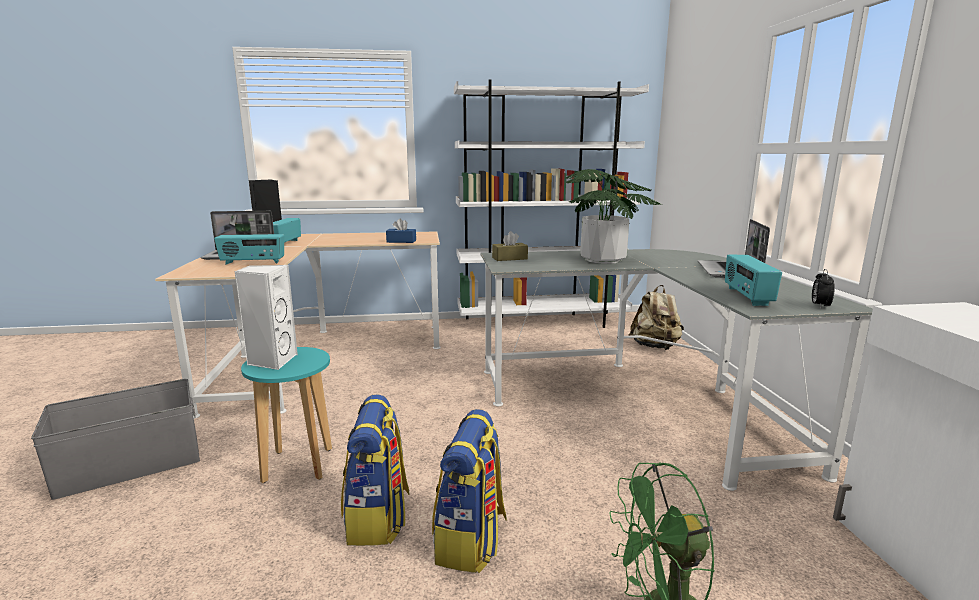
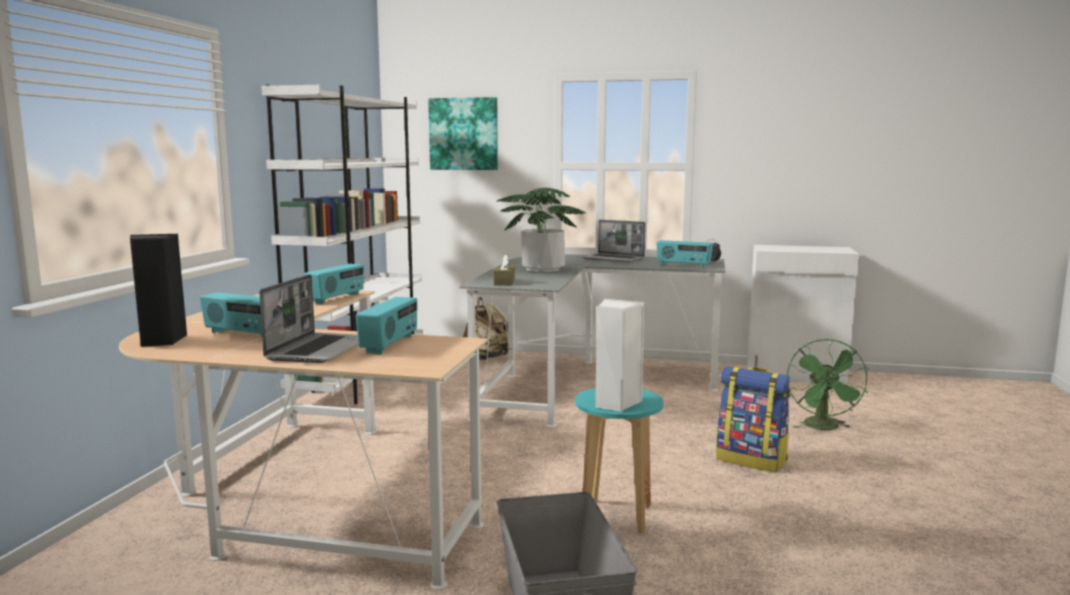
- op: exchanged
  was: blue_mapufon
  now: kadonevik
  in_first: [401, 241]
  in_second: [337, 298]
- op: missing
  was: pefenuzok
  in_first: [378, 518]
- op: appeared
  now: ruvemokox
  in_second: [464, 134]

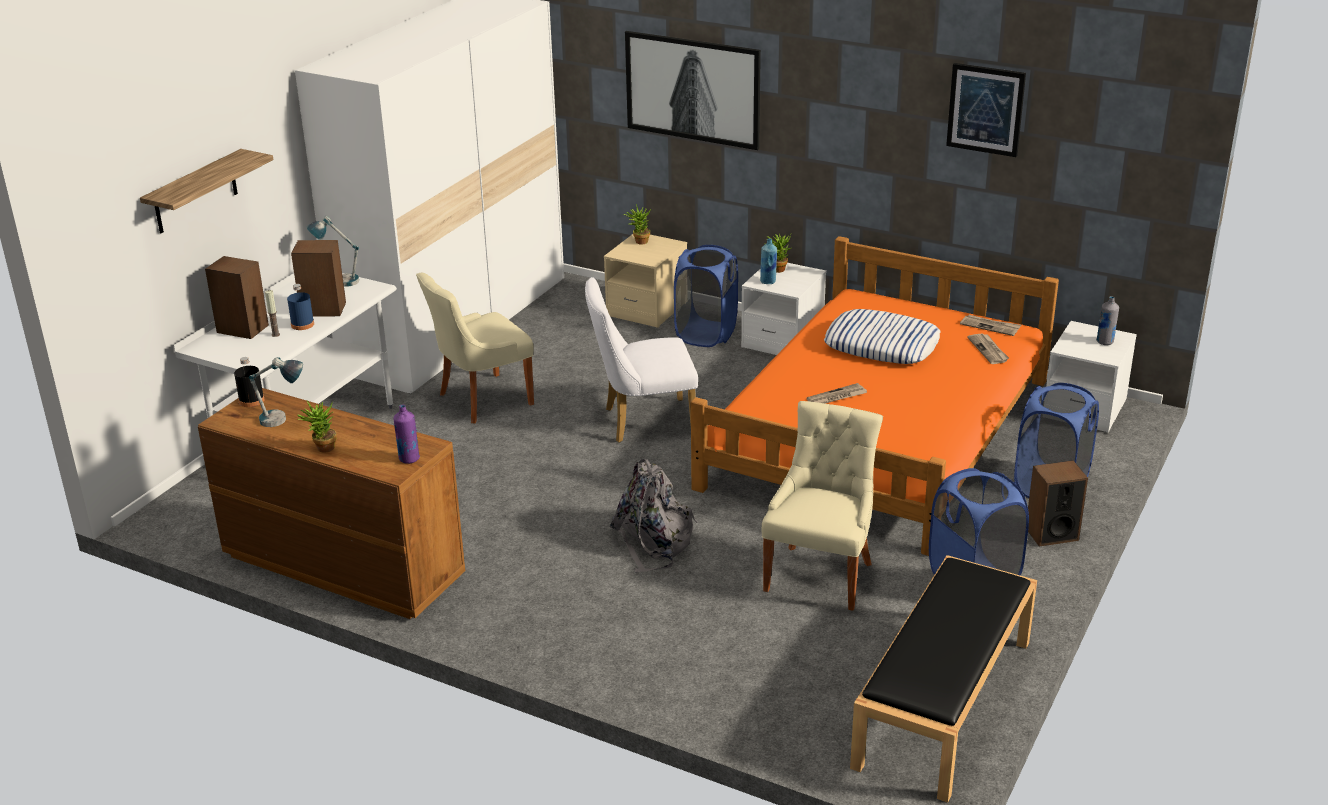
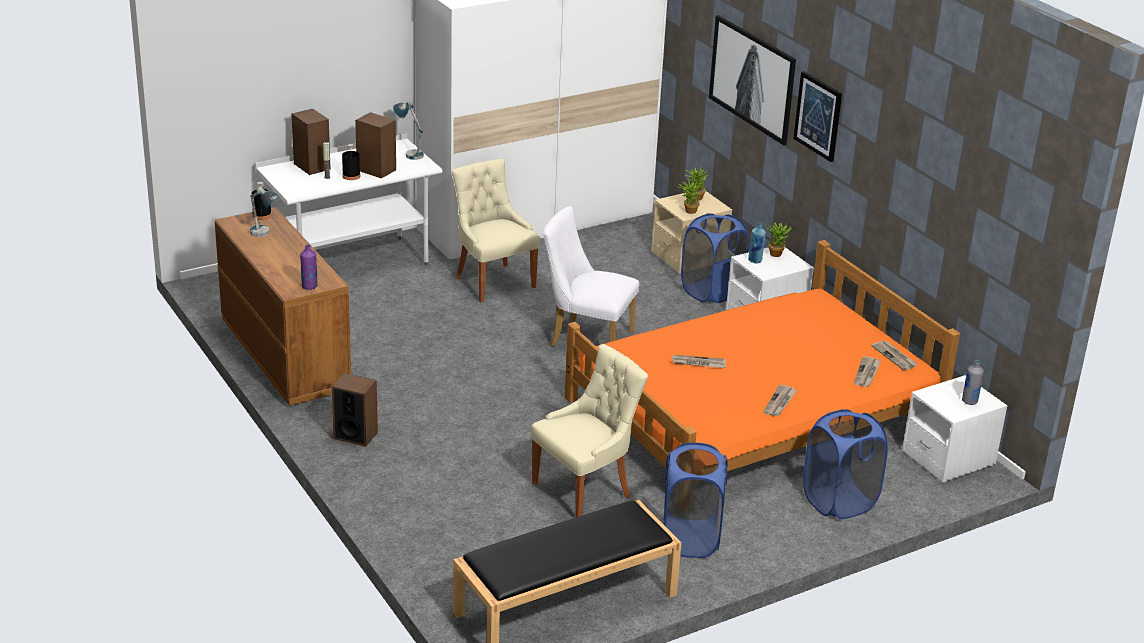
- op: relocated
  was: ruvemokox
  in_first: [985, 109]
  in_second: [818, 116]
- op: missing
  was: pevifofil
  in_first: [195, 192]
- op: spun
  was: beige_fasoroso
  in_first: [482, 400]
  in_second: [493, 281]
  clockwise: 60
- op: colour
  was: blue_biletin
  now: black_biletin
  in_first: [302, 324]
  in_second: [351, 176]
- op: missing
  was: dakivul
  in_first: [881, 345]
- op: relocated
  was: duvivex
  in_first: [322, 449]
  in_second: [688, 211]
- op: missing
  was: grey_pefenuzok
  in_first: [653, 542]
- op: relocated
  was: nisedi
  in_first: [1051, 534]
  in_second: [355, 435]
- op: appeared
  now: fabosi
  in_second: [780, 402]

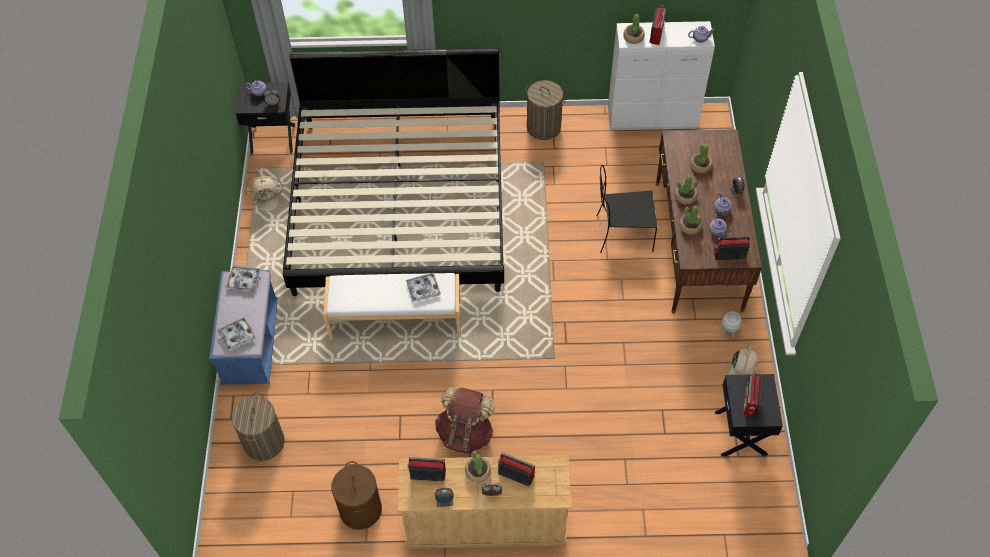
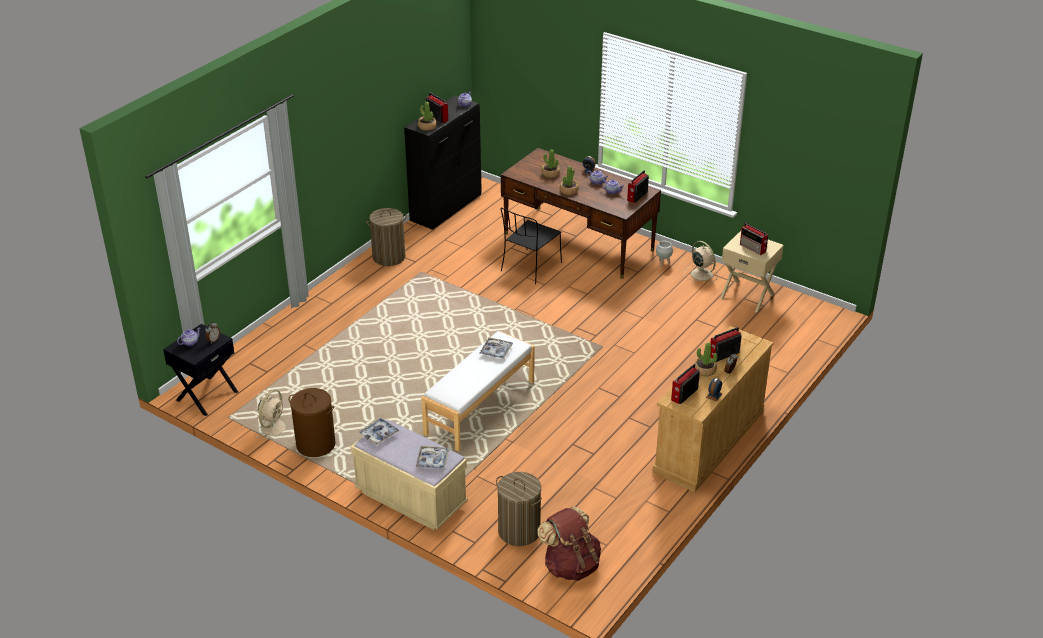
- op: colour
  was: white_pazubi
  now: black_pazubi
  in_first: [652, 119]
  in_second: [446, 208]
- op: missing
  was: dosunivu
  in_first: [399, 203]
- op: missing
  was: duvivex
  in_first: [690, 226]
- op: colour
  was: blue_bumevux
  now: beige_bumevux
  in_first: [251, 343]
  in_second: [411, 498]
- op: colour
  was: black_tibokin
  now: beige_tibokin
  in_first: [741, 433]
  in_second: [747, 296]
- op: relocated
  was: brown_pefenuzok
  in_first: [465, 433]
  in_second: [570, 565]
- op: relocated
  was: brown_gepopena
  in_first: [360, 510]
  in_second: [316, 444]

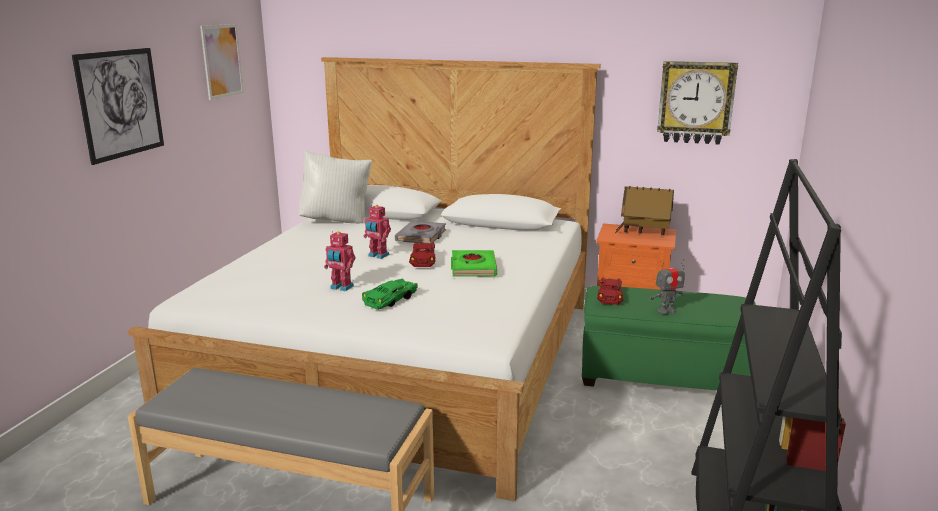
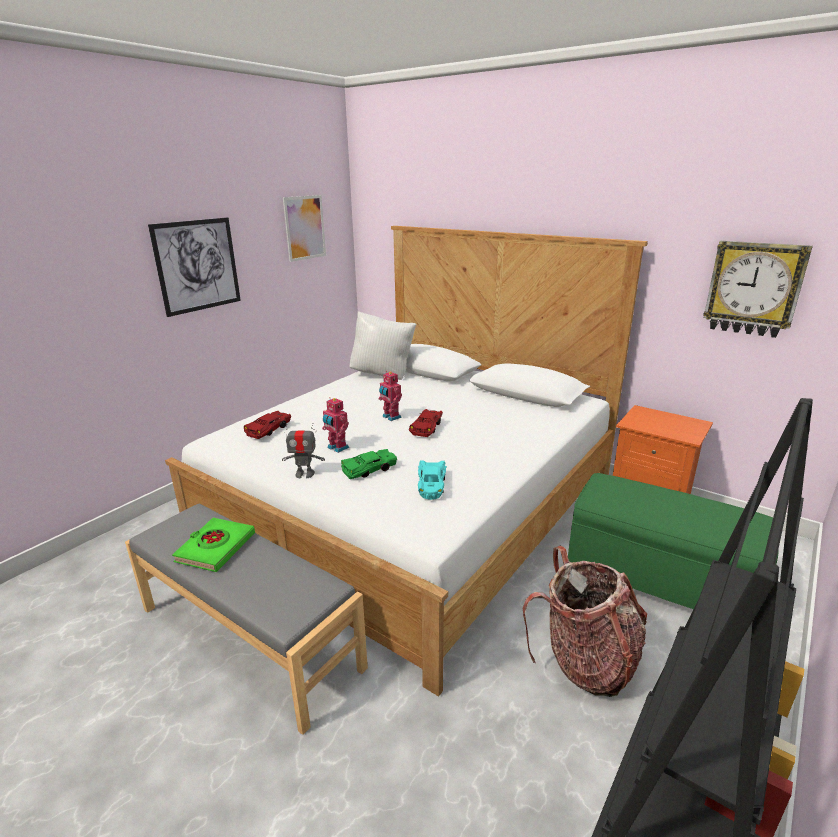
- op: missing
  was: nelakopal
  in_first: [644, 232]
- op: missing
  was: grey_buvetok
  in_first: [421, 236]
- op: relocated
  was: green_buvetok
  in_first: [473, 268]
  in_second: [215, 548]
- op: relocated
  was: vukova
  in_first: [666, 310]
  in_second: [304, 474]
- op: relocated
  was: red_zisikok
  in_first: [610, 296]
  in_second: [269, 429]
- op: appeared
  now: turquoise_zisikok
  in_second: [431, 485]
- op: appeared
  now: pefenuzok
  in_second: [585, 661]

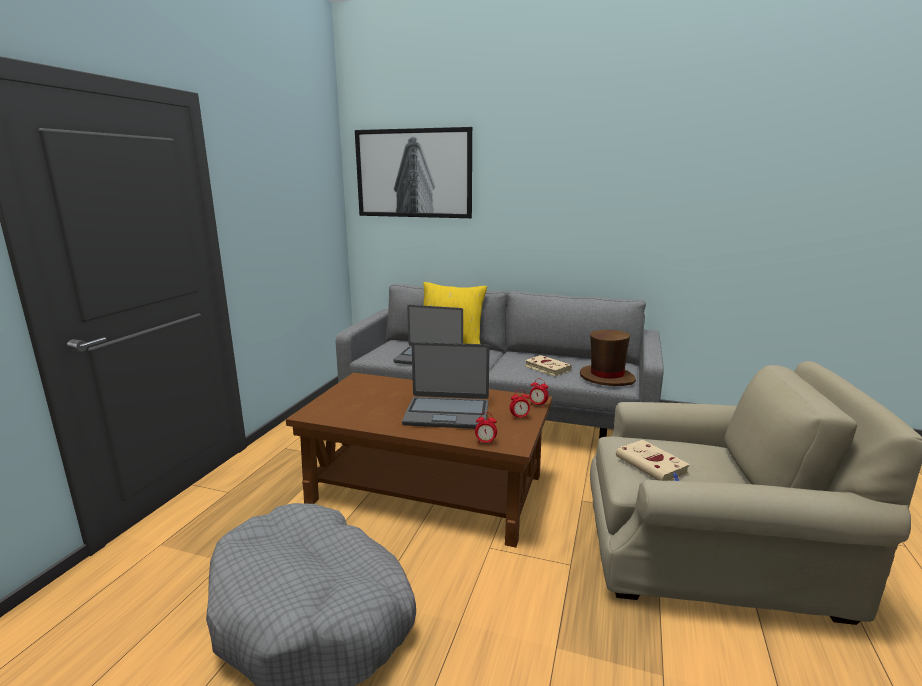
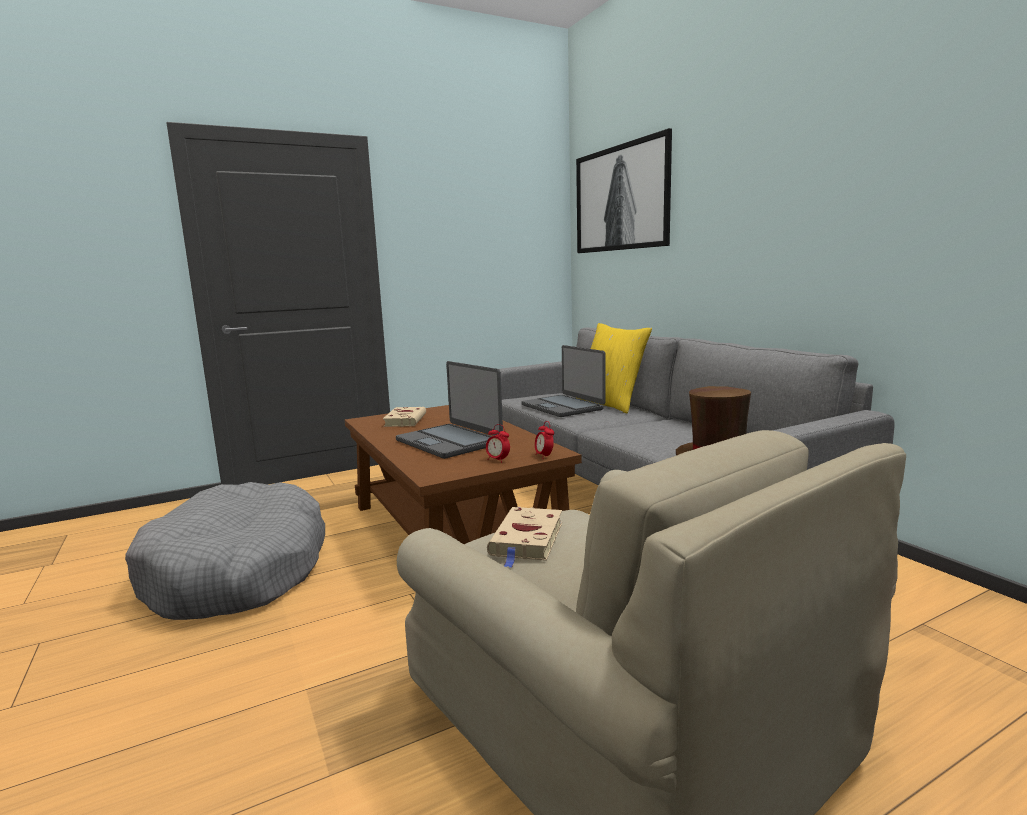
- op: relocated
  was: beige_buvetok
  in_first: [546, 368]
  in_second: [405, 420]
- op: missing
  was: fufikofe
  in_first: [485, 443]

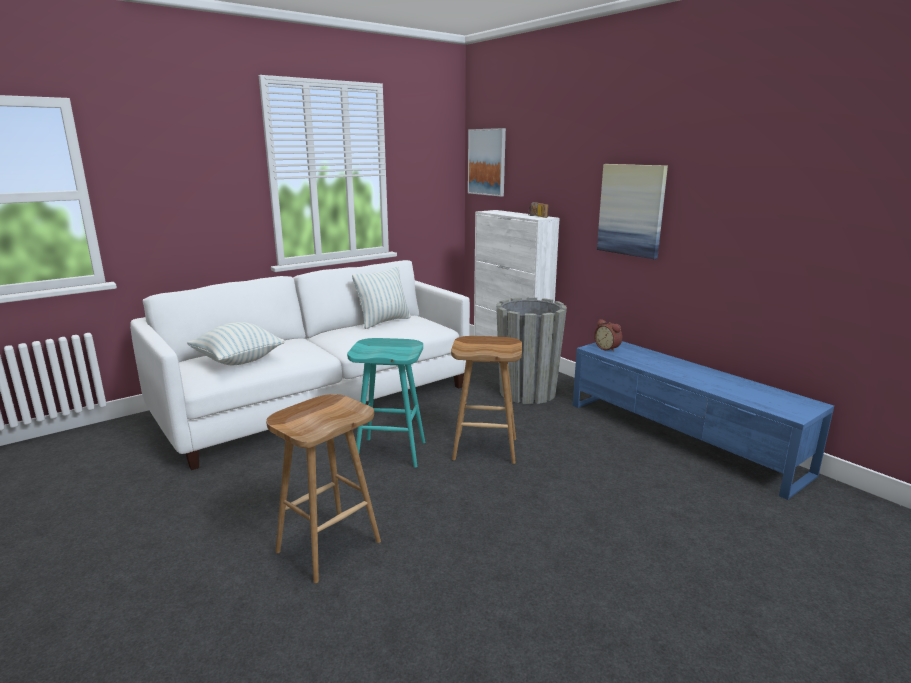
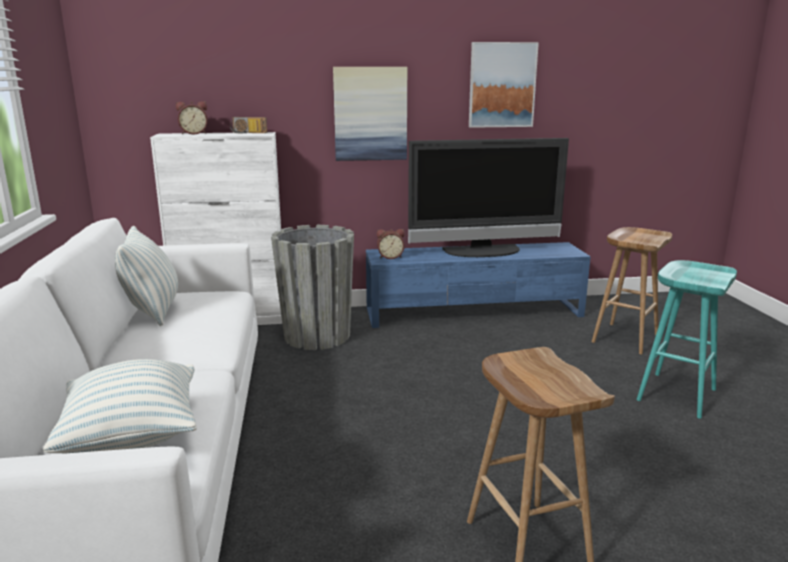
- op: relocated
  was: ruvemokox
  in_first: [487, 162]
  in_second: [502, 85]
- op: relocated
  was: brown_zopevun
  in_first: [486, 448]
  in_second: [624, 338]
- op: relocated
  was: turquoise_zopevun
  in_first: [392, 452]
  in_second: [676, 394]
- op: appeared
  now: fufikofe
  in_second: [194, 133]
- op: appeared
  now: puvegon
  in_second: [483, 251]

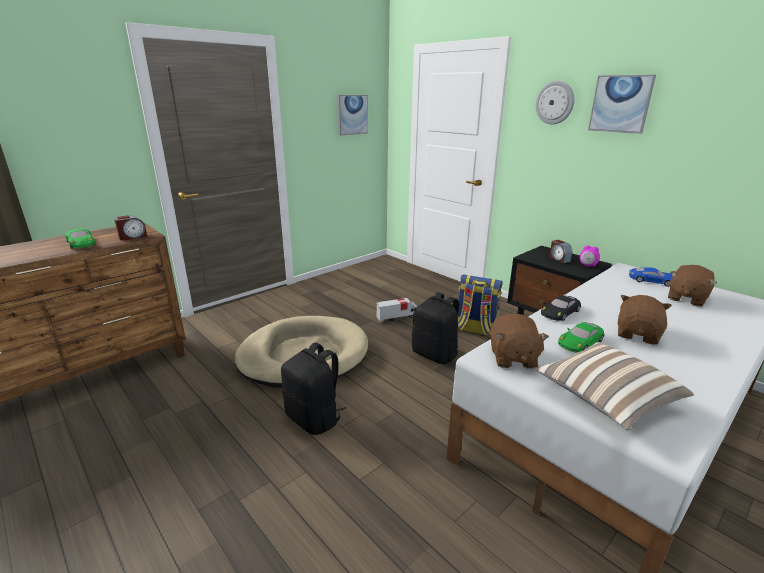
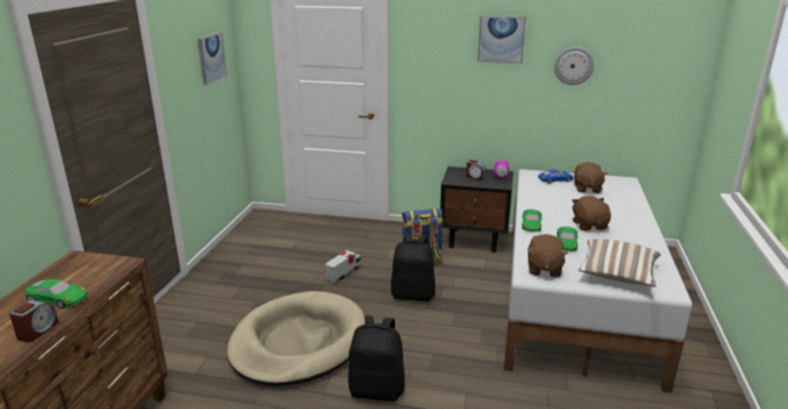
- op: relocated
  was: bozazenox
  in_first: [555, 102]
  in_second: [574, 65]
- op: relocated
  was: fufikofe
  in_first: [133, 237]
  in_second: [37, 331]
- op: colour
  was: black_zisikok
  now: green_zisikok
  in_first: [560, 312]
  in_second: [531, 224]
- op: spun
  was: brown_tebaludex
  in_first: [512, 358]
  in_second: [544, 269]
  clockwise: 45

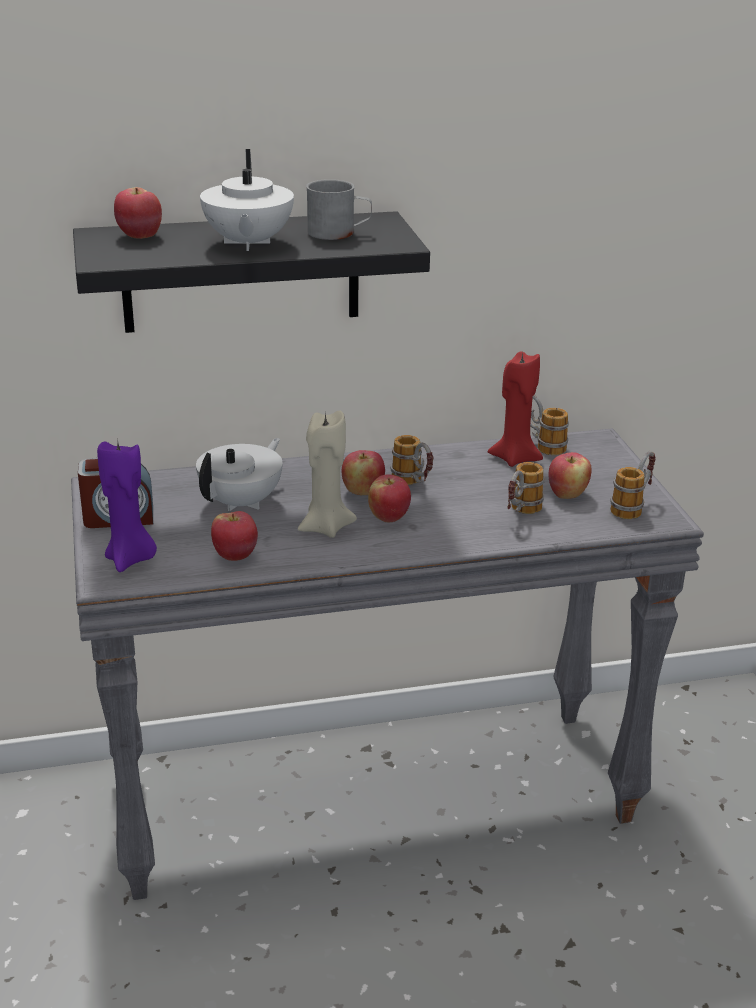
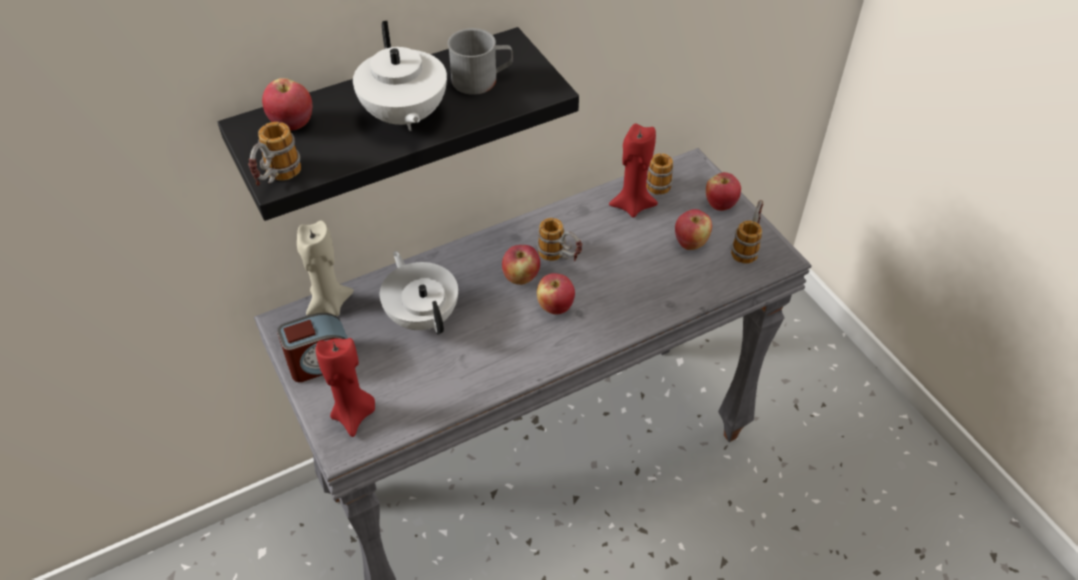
- op: relocated
  was: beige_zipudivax
  in_first: [325, 527]
  in_second: [328, 303]
- op: colour
  was: purple_zipudivax
  now: red_zipudivax
  in_first: [130, 559]
  in_second: [354, 414]
- op: spun
  was: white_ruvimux
  in_first: [242, 502]
  in_second: [422, 315]
  clockwise: -45
- op: relocated
  was: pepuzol
  in_first: [520, 513]
  in_second: [277, 180]
- op: relocated
  was: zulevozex
  in_first: [235, 556]
  in_second: [720, 204]

